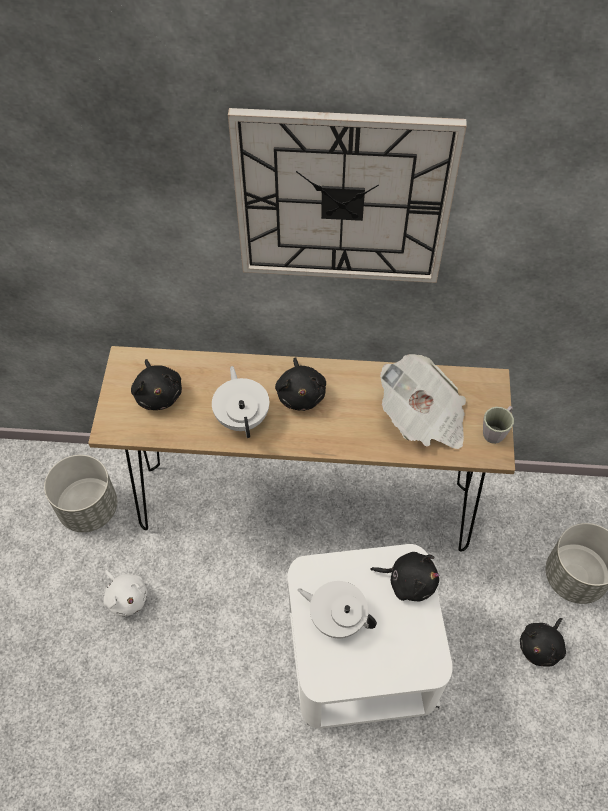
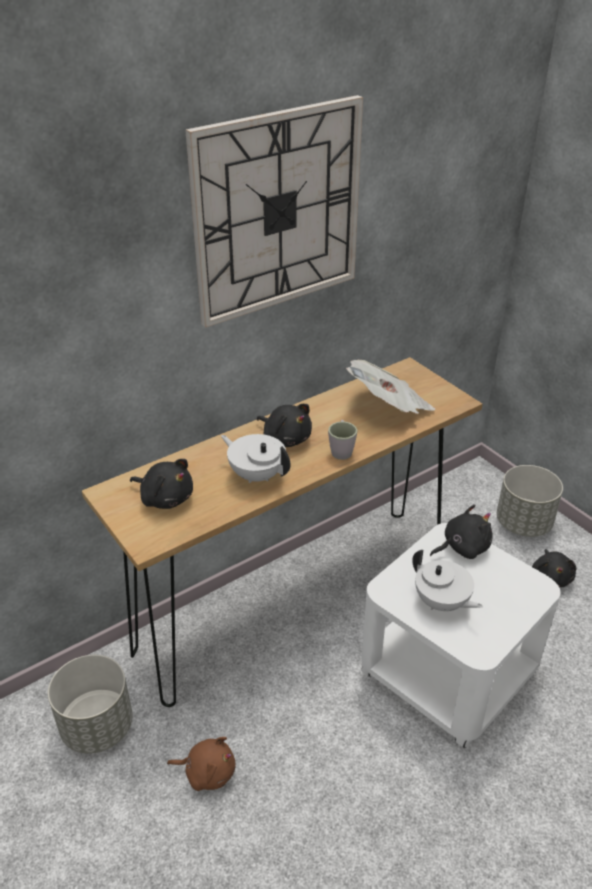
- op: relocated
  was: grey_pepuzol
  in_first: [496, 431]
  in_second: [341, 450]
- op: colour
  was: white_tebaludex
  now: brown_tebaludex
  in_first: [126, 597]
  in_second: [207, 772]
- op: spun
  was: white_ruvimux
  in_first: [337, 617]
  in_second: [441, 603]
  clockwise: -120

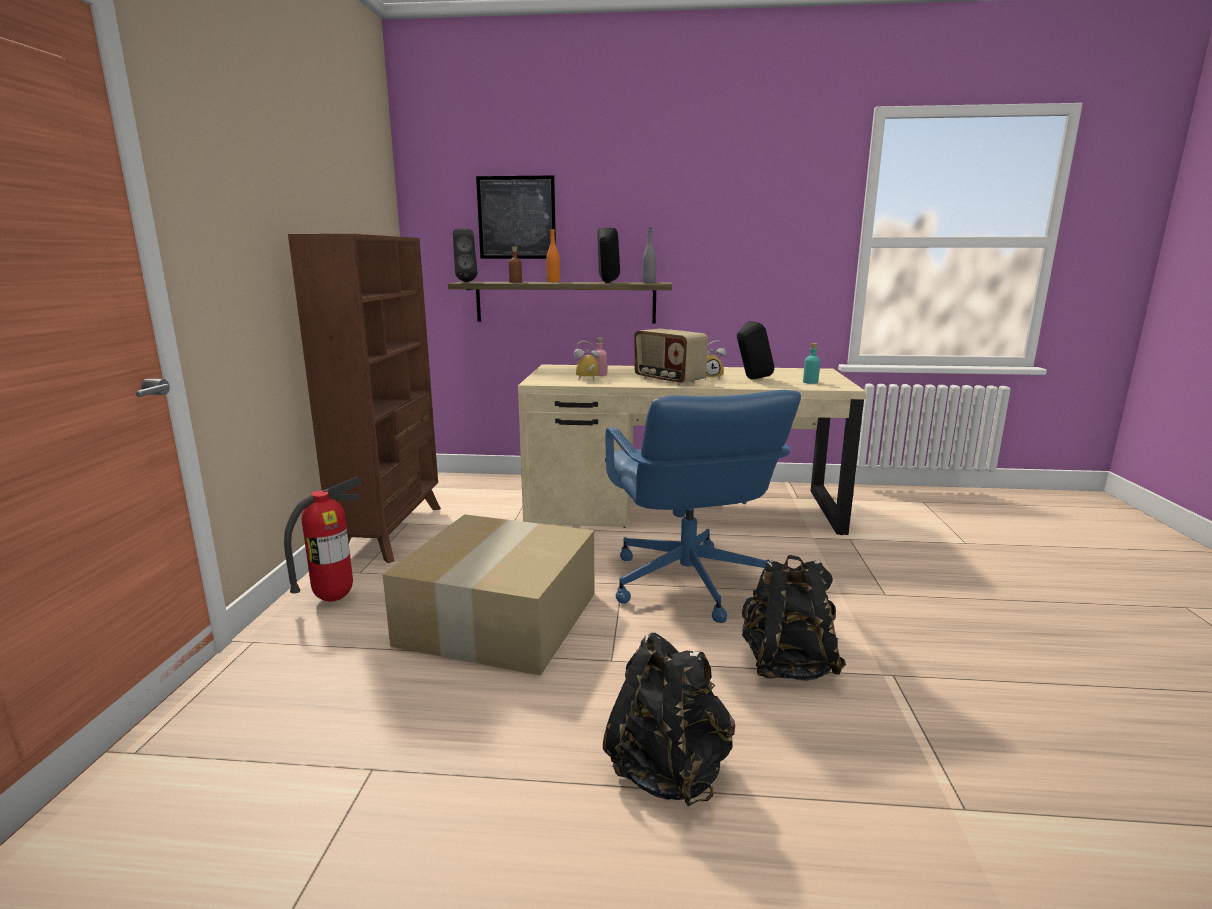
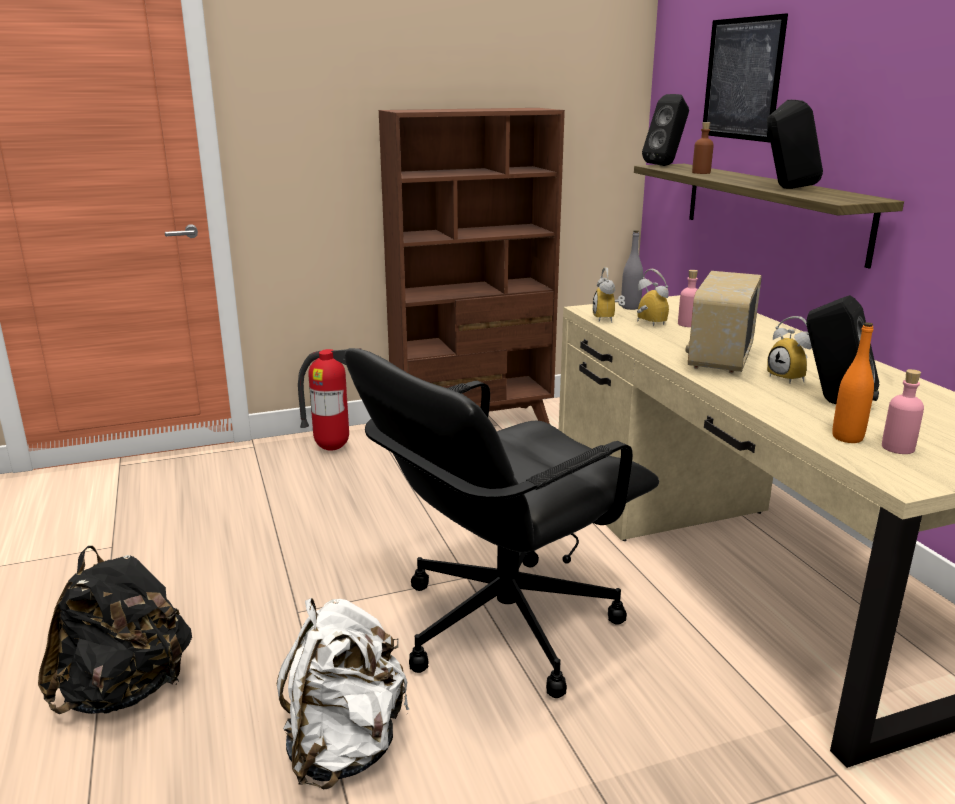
- op: relocated
  was: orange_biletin
  in_first: [553, 282]
  in_second: [847, 437]
- op: relocated
  was: grey_biletin
  in_first: [649, 282]
  in_second: [630, 307]
- op: colour
  was: turquoise_biletin
  now: pink_biletin
  in_first: [810, 382]
  in_second: [897, 448]
- op: colour
  was: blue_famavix
  now: black_famavix
  in_first: [686, 584]
  in_second: [502, 623]
- op: missing
  was: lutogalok
  in_first: [498, 616]
- op: colour
  was: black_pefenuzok
  now: white_pefenuzok
  in_first: [786, 664]
  in_second: [345, 747]
- op: appeared
  now: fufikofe
  in_second: [608, 319]

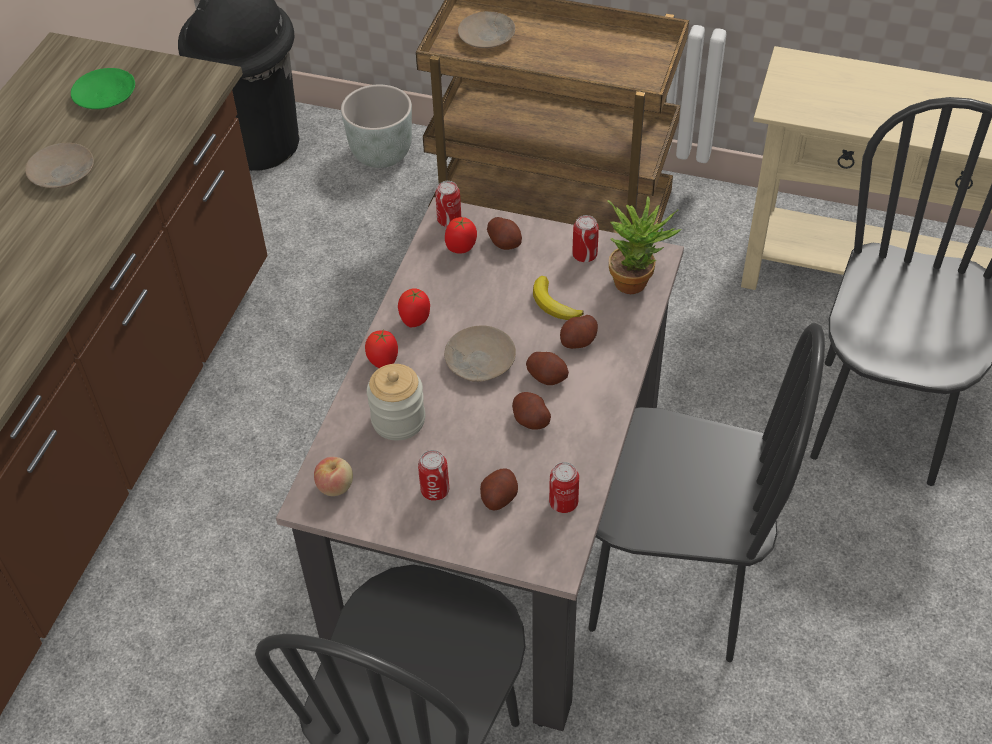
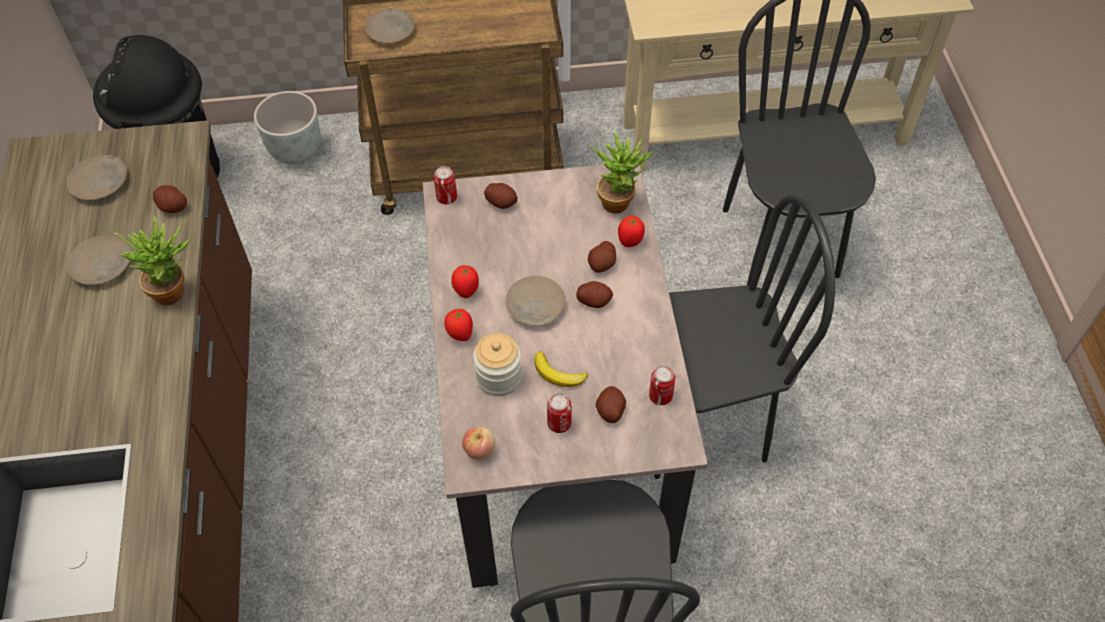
- op: colour
  was: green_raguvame
  now: beige_raguvame
  in_first: [106, 96]
  in_second: [100, 182]
- op: missing
  was: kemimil
  in_first: [584, 255]
- op: relocated
  was: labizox
  in_first: [461, 248]
  in_second: [630, 241]
- op: relocated
  was: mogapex
  in_first: [554, 304]
  in_second: [558, 374]
- op: relocated
  was: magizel
  in_first: [530, 420]
  in_second: [173, 207]
- op: appeared
  now: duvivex
  in_second: [175, 289]

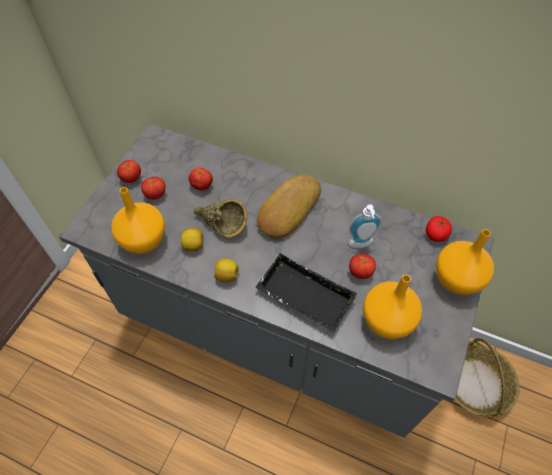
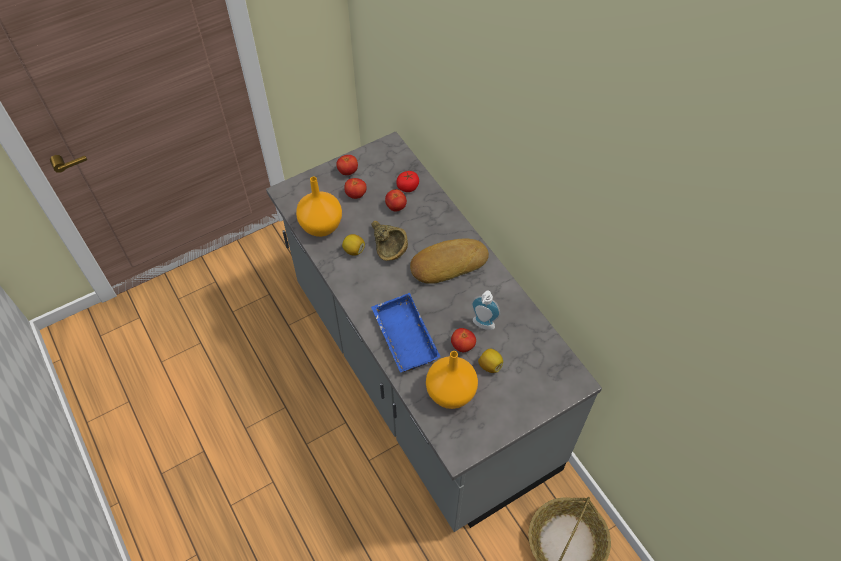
- op: relocated
  was: labizox
  in_first: [436, 234]
  in_second: [408, 186]
- op: missing
  was: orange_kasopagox
  in_first: [455, 279]
- op: colour
  was: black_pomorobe
  now: blue_pomorobe
  in_first: [302, 297]
  in_second: [402, 336]
- op: relocated
  was: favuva
  in_first: [226, 275]
  in_second: [490, 365]

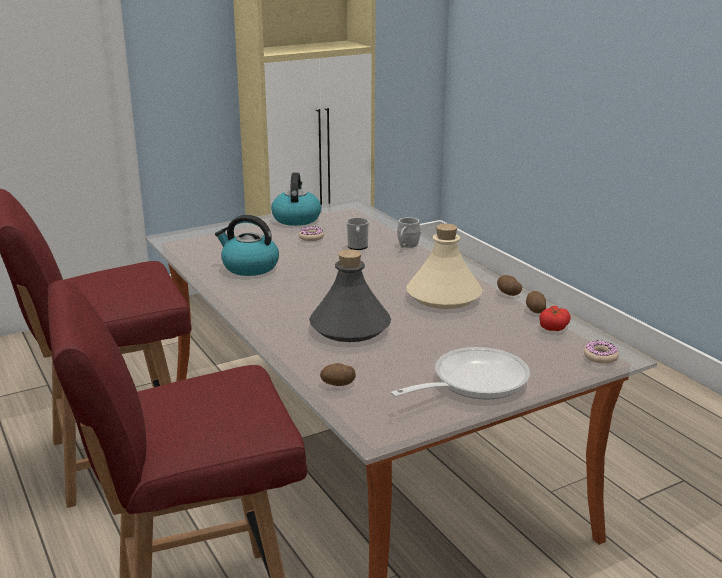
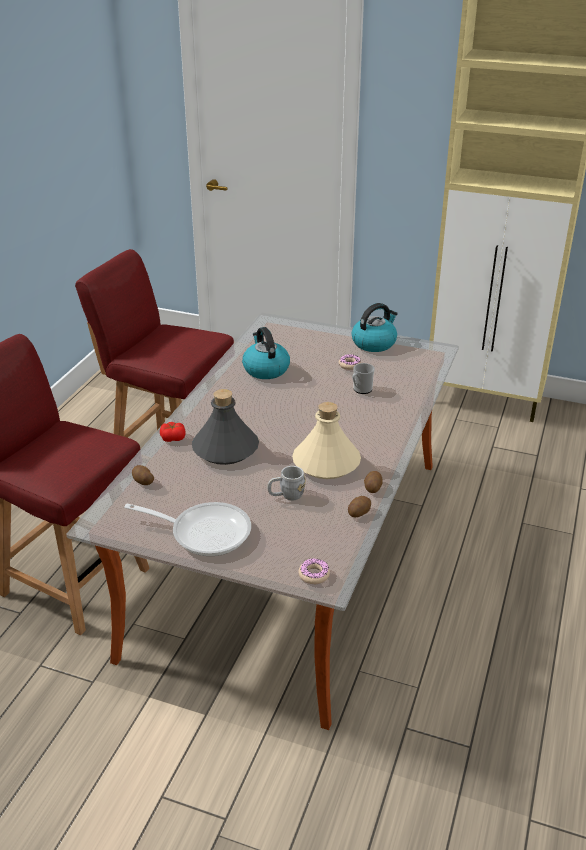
- op: relocated
  was: grey_pepuzol
  in_first: [406, 246]
  in_second: [286, 495]
- op: relocated
  was: labizox
  in_first: [553, 327]
  in_second: [173, 438]

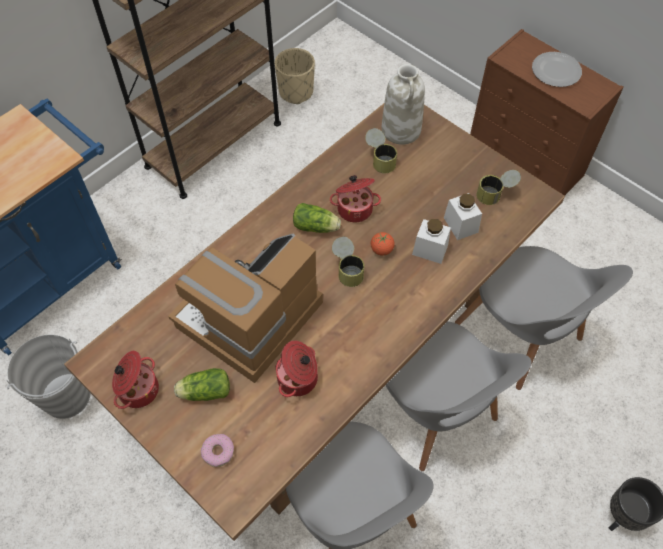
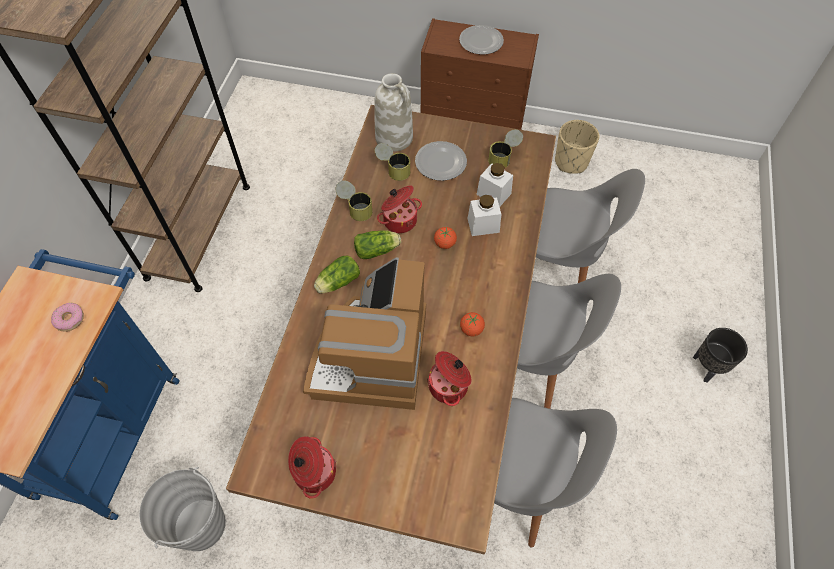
- op: relocated
  was: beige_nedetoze
  in_first: [296, 92]
  in_second: [571, 162]
- op: relocated
  was: kemimil
  in_first: [347, 269]
  in_second: [355, 208]
- op: relocated
  was: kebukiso
  in_first: [203, 392]
  in_second: [337, 283]
- op: relocated
  was: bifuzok
  in_first: [218, 452]
  in_second: [69, 319]
- op: appeared
  now: raguvame
  in_second: [440, 162]
- op: appeared
  now: labizox
  in_second: [471, 329]

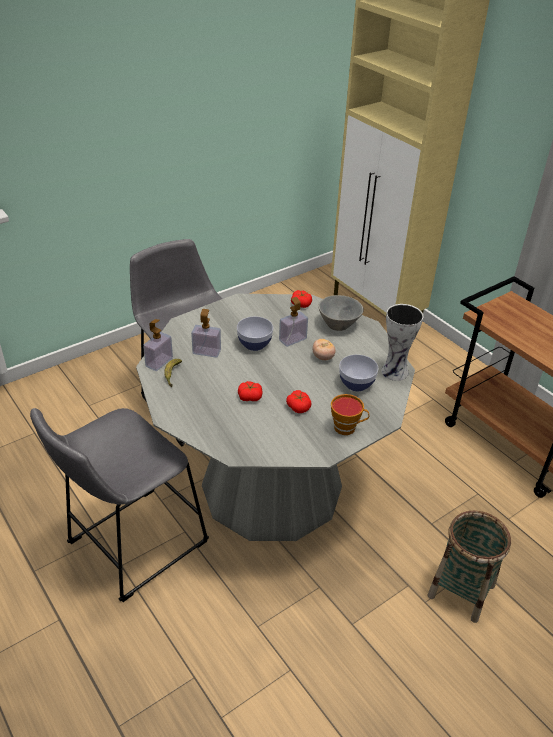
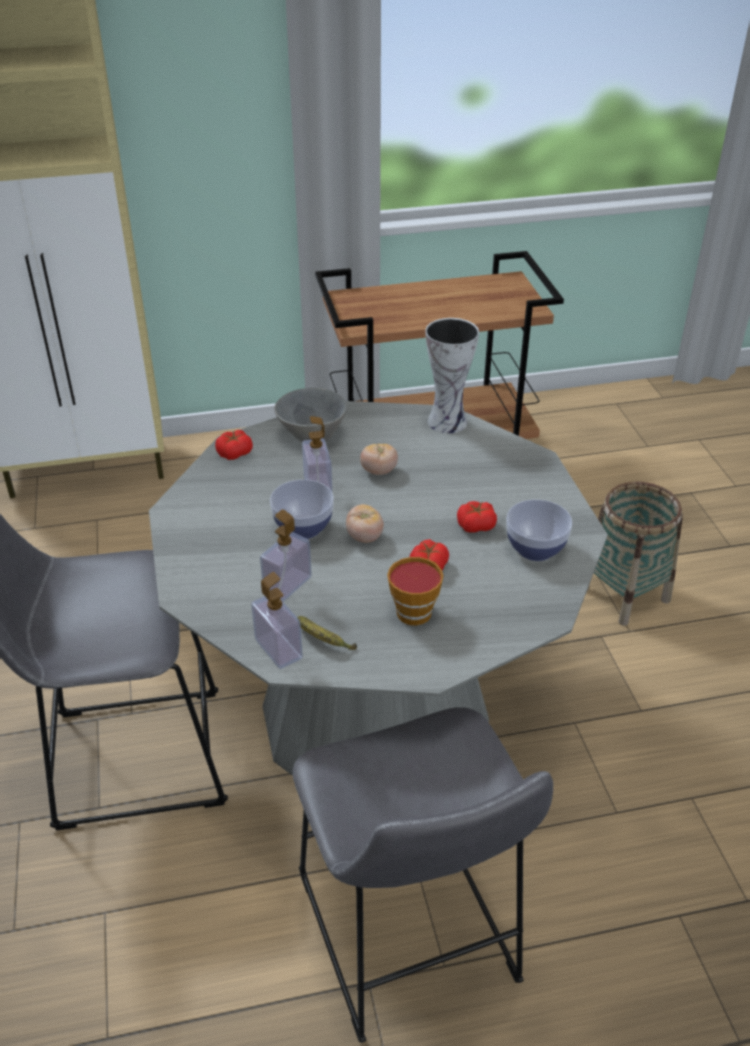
- op: relocated
  was: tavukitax
  in_first: [356, 384]
  in_second: [535, 549]
- op: relocated
  was: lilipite
  in_first: [347, 428]
  in_second: [416, 610]
- op: appeared
  now: labizox
  in_second: [364, 537]

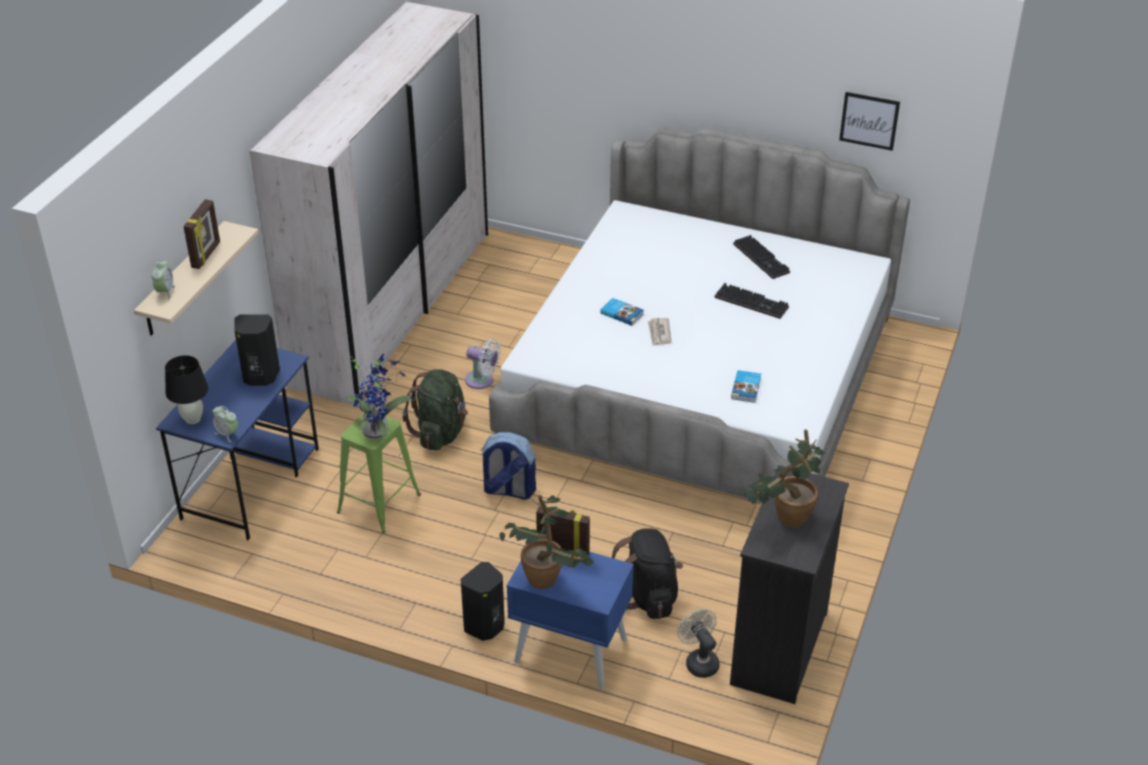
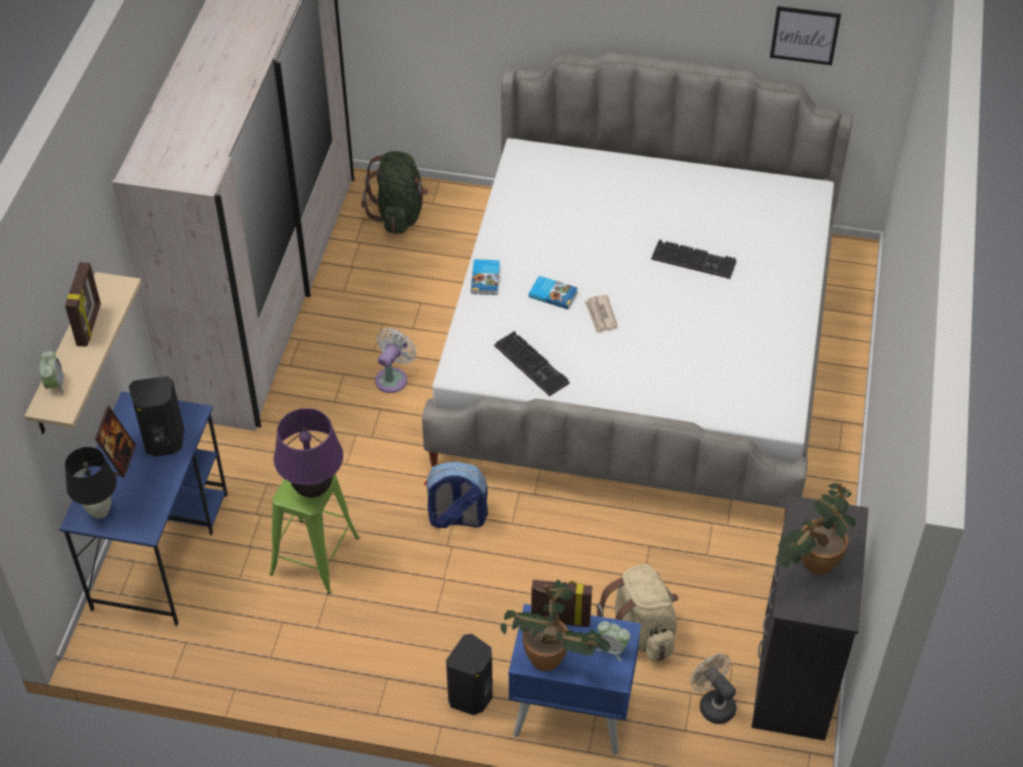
- op: relocated
  was: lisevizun
  in_first: [763, 258]
  in_second: [533, 364]
- op: spun
  was: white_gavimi
  in_first: [482, 381]
  in_second: [393, 378]
  clockwise: -75
- op: exchanged
  was: duvivex
  now: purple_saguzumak
  in_first: [378, 430]
  in_second: [313, 489]
- op: relocated
  was: green_pefenuzok
  in_first: [440, 433]
  in_second: [399, 214]
- op: relocated
  was: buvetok
  in_first: [747, 388]
  in_second: [486, 279]
- op: relocated
  was: fufikofe
  in_first: [227, 434]
  in_second: [612, 649]
- op: colour
  was: black_pefenuzok
  now: beige_pefenuzok
  in_first: [648, 596]
  in_second: [640, 631]
- op: appeared
  now: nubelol
  in_second: [120, 460]

